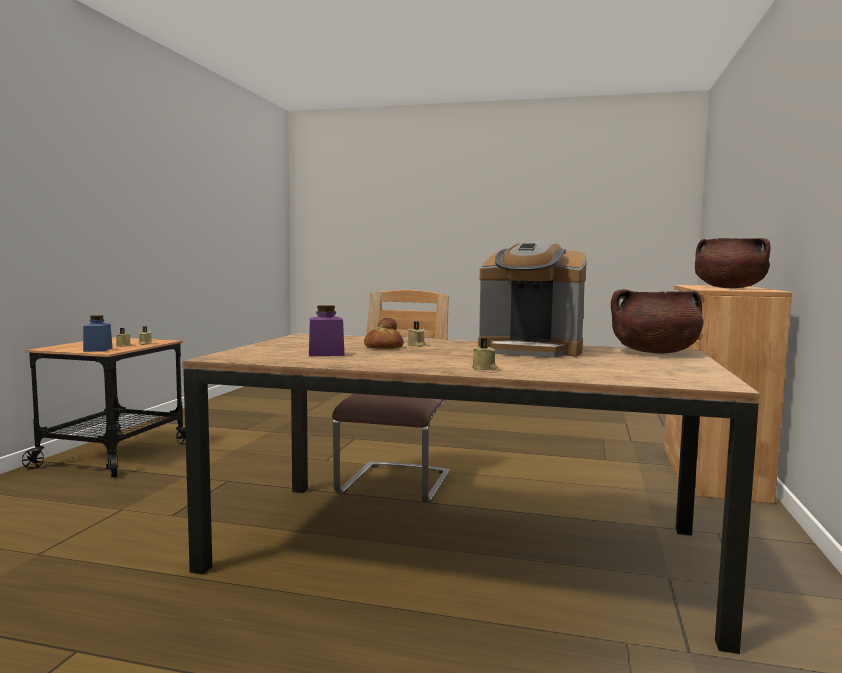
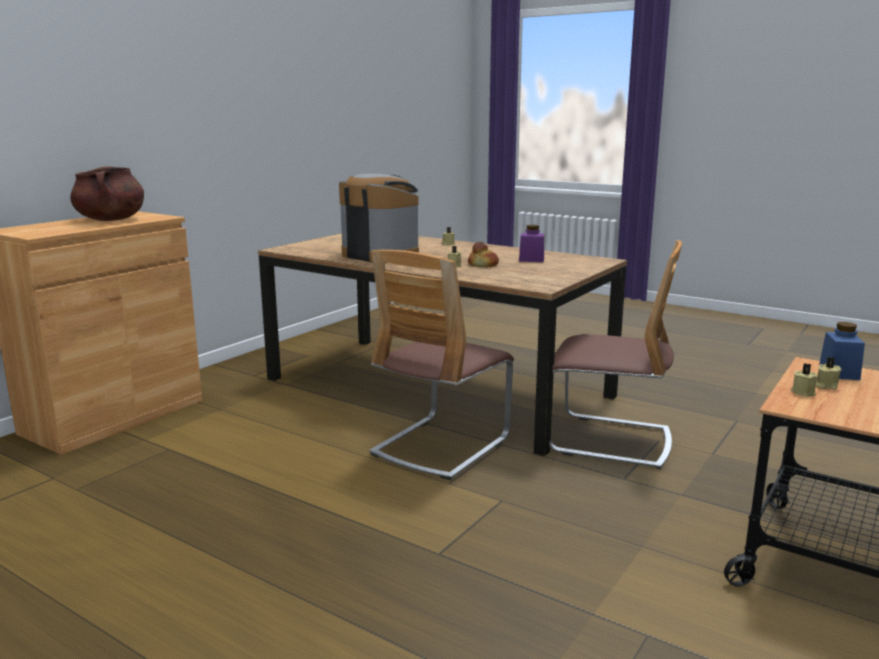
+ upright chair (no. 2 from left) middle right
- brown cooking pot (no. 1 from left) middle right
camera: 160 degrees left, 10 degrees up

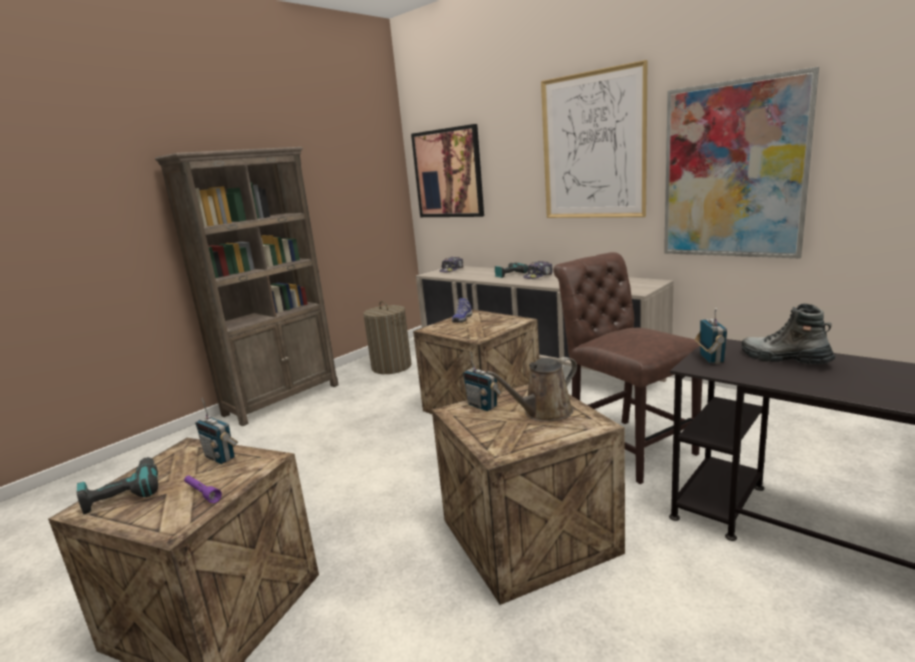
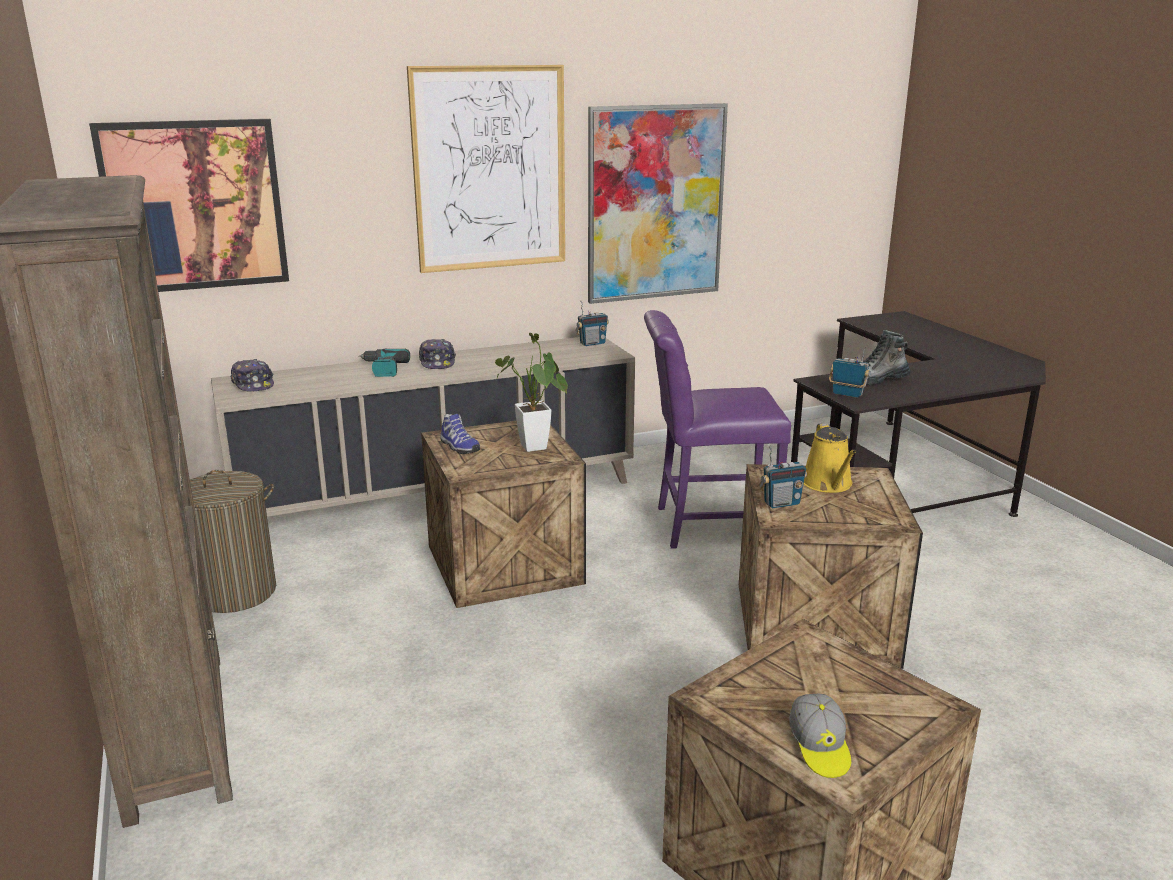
+ plant in a pot centre
~ radio (no. 1 from left) middle left to centre
~ brown upright chair middle right to purple upright chair centre
~ electric drill (no. 1 from left) bottom left to baseball cap (no. 3 from left) bottom right
~ brown watering can centre to yellow watering can middle right
- purple hand torch bottom left
camera: 65 degrees left, 5 degrees up

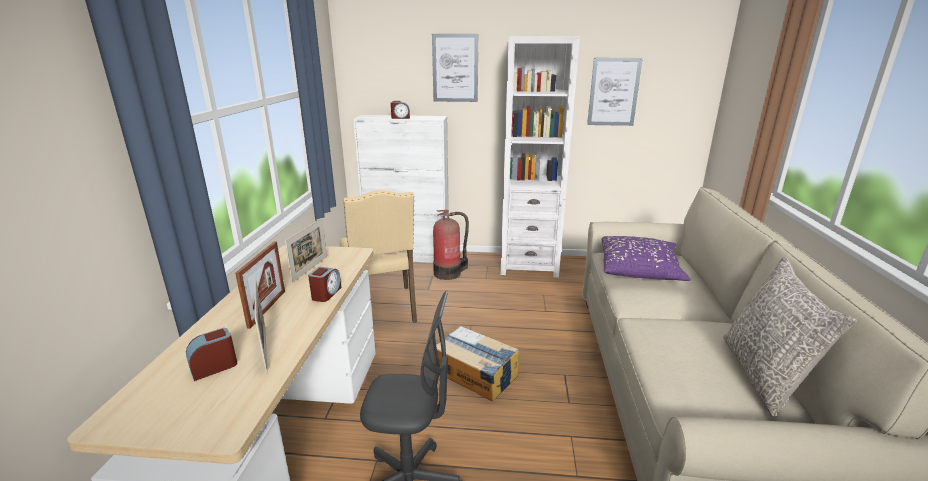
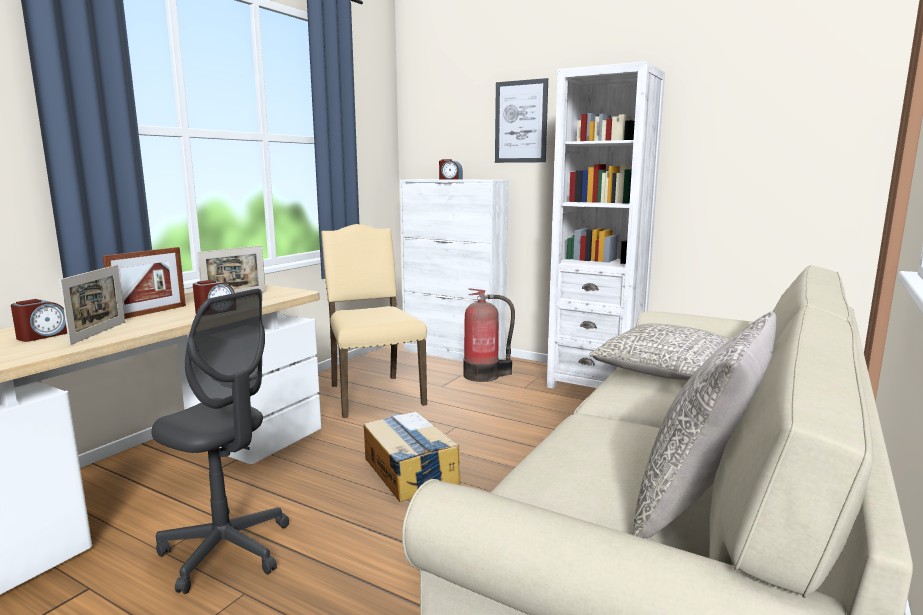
~ alarm clock (no. 1 from left) bottom left = middle left 135 degrees clockwise
~ beige-coloured upright chair centre = centre 150 degrees clockwise
~ purple throw pillow middle right to grey throw pillow (no. 1 from left) middle right
- wall art (no. 2 from left) top centre
camera: 25 degrees right, 10 degrees down

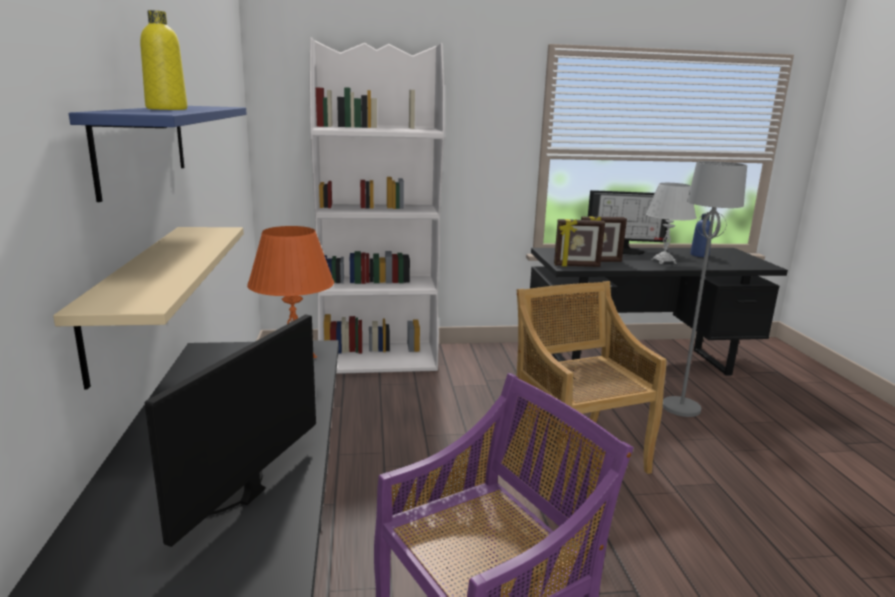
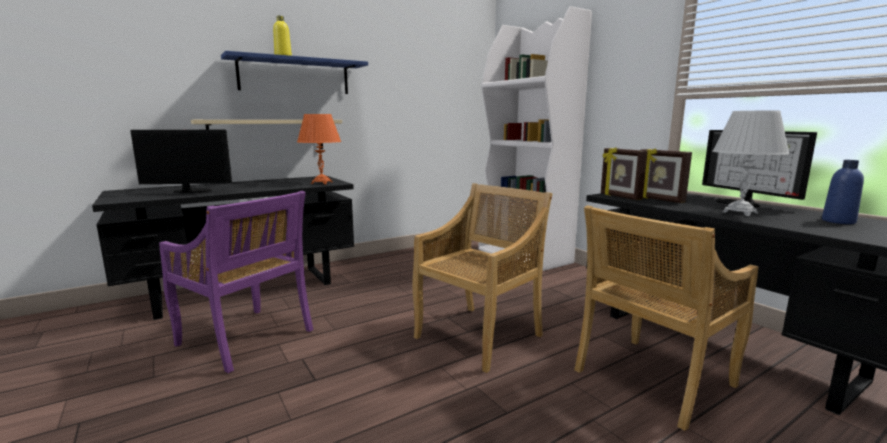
~ grey standing lamp middle right to beige-coloured upright chair (no. 2 from left) bottom right
camera: 65 degrees right, 5 degrees down

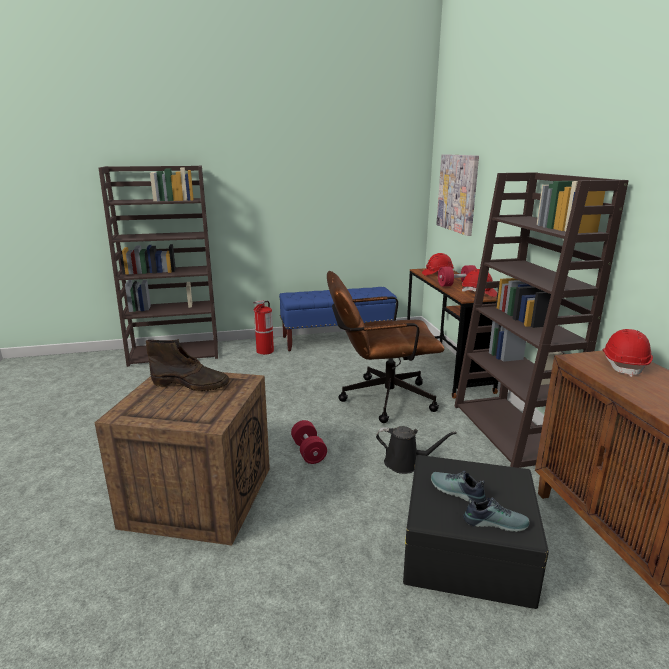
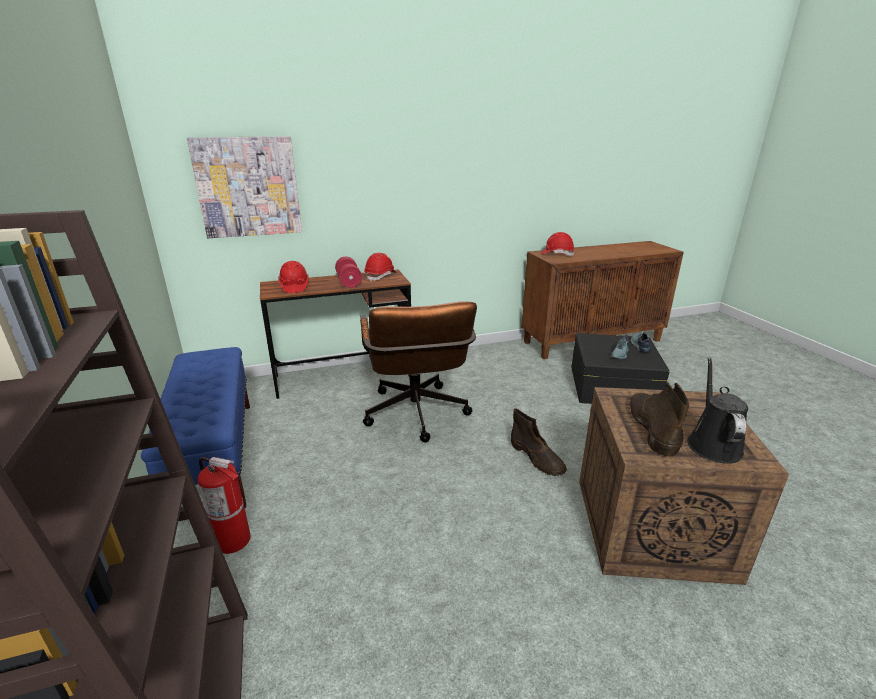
~ reddish dumbbell (no. 1 from left) centre to brown high-top boot (no. 1 from left) centre
~ blackish watering can bottom centre to middle right
- brown bookcase (no. 2 from left) middle right
camera: 95 degrees left, 5 degrees up

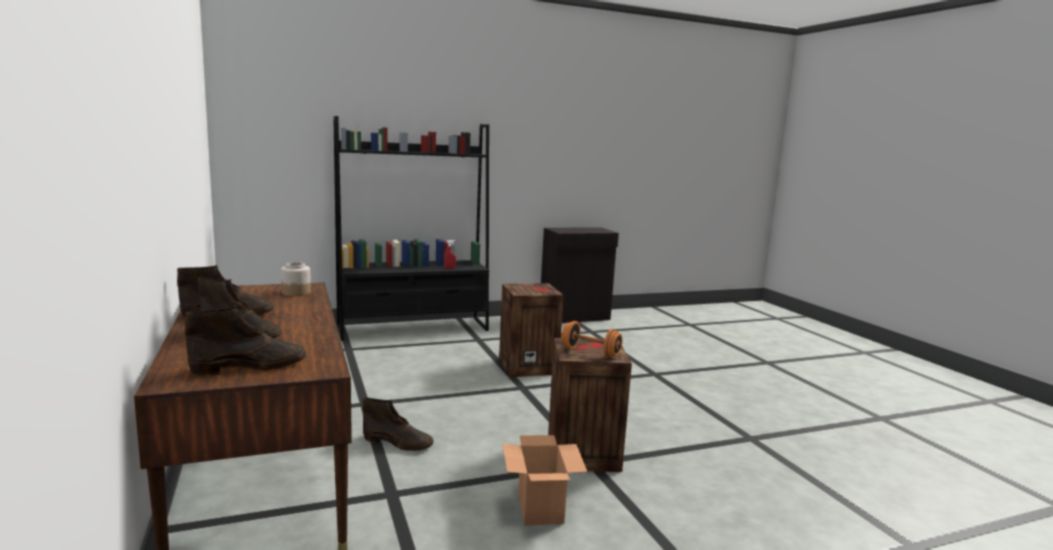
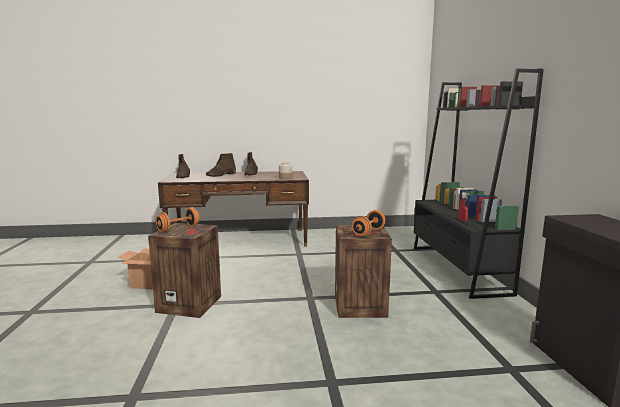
+ orangey dumbbell (no. 2 from left) centre
- brown high-top boot (no. 4 from left) bottom centre
camera: 105 degrees right, 0 degrees up

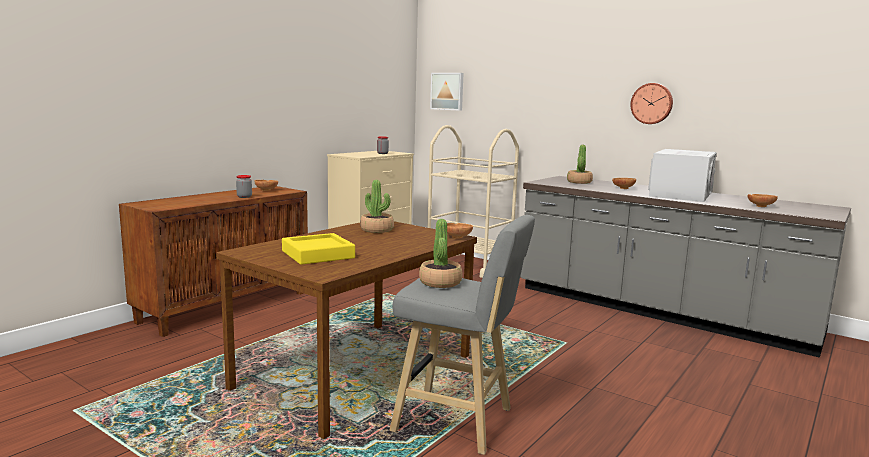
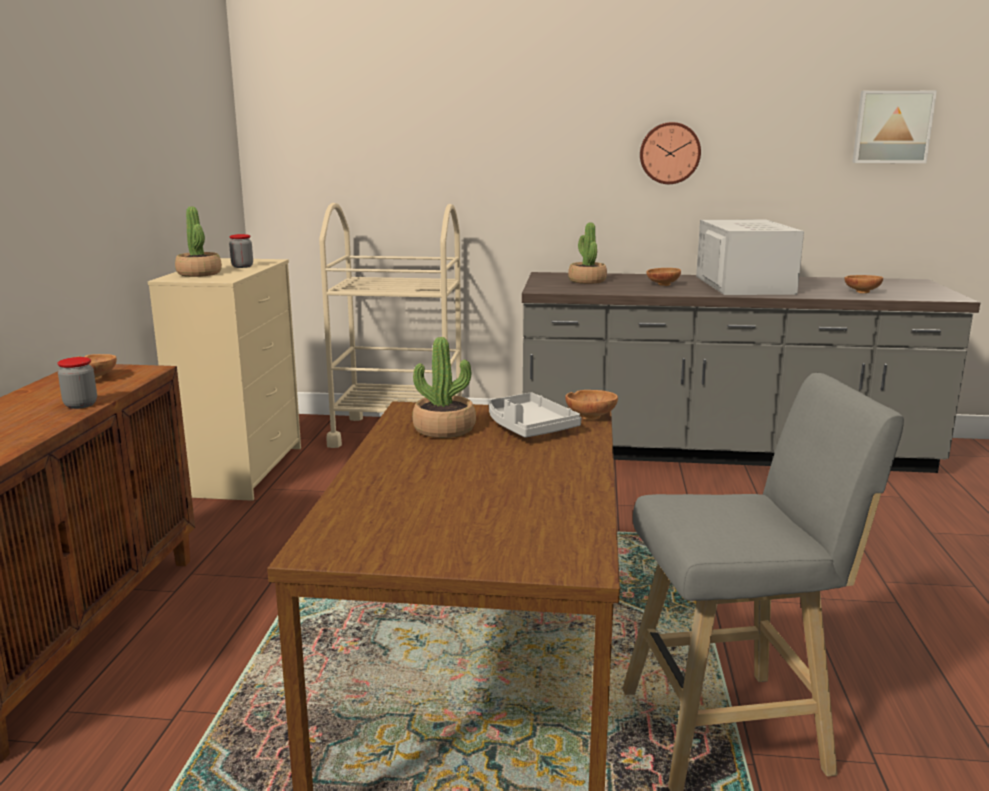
~ plant in a pot (no. 2 from left in the first image) centre to plant in a pot (no. 1 from left) top left
+ grey carrying tray centre
~ wall art top centre to top right
- yellow carrying tray centre
camera: 30 degrees left, 5 degrees up

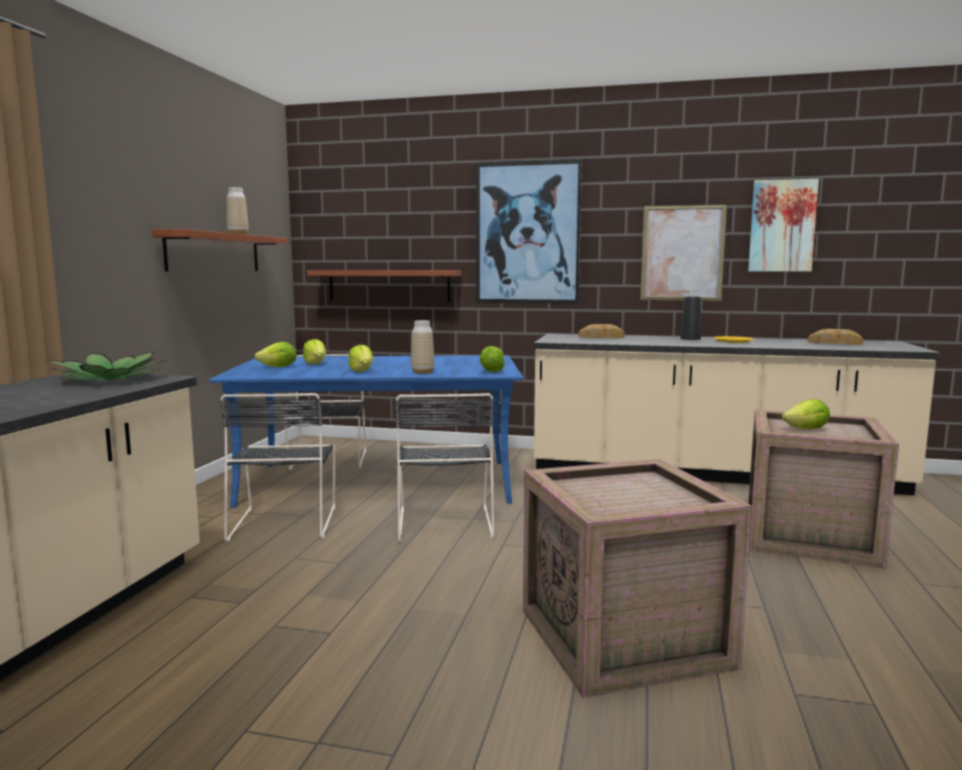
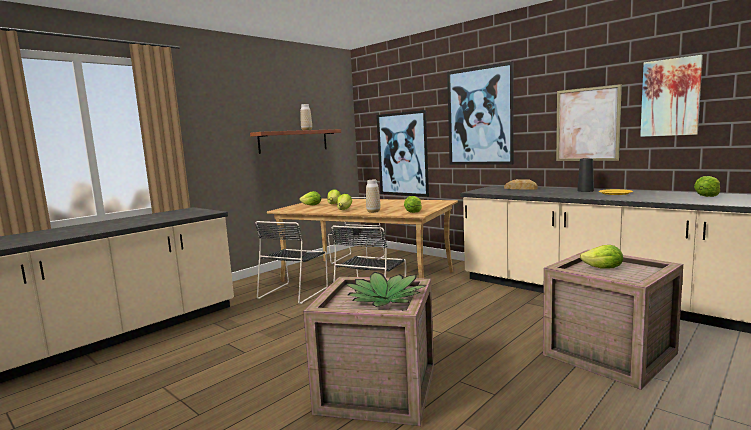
~ blue-coloured dining table centre to beige-coloured dining table centre
~ plant in a pot middle left to bottom centre
~ shelf (no. 2 from left) centre to wall art (no. 1 from left) centre
~ baked bread (no. 2 from left) middle right to lettuce head (no. 6 from left) middle right
camera: 30 degrees right, 0 degrees up

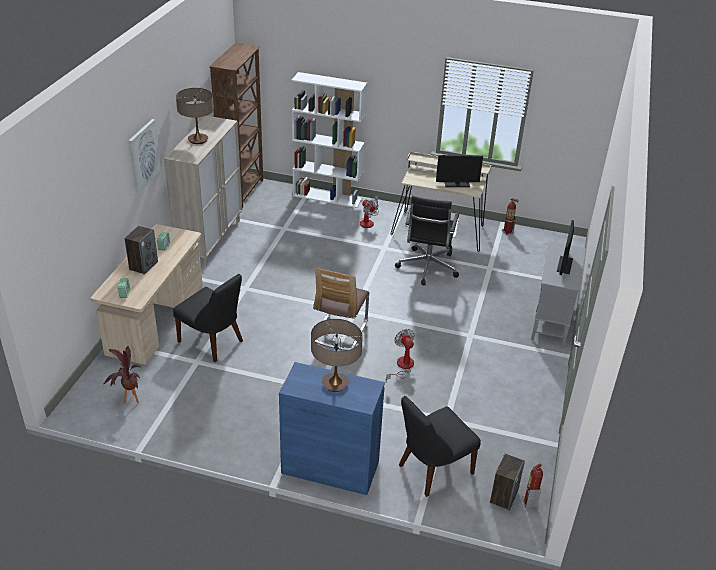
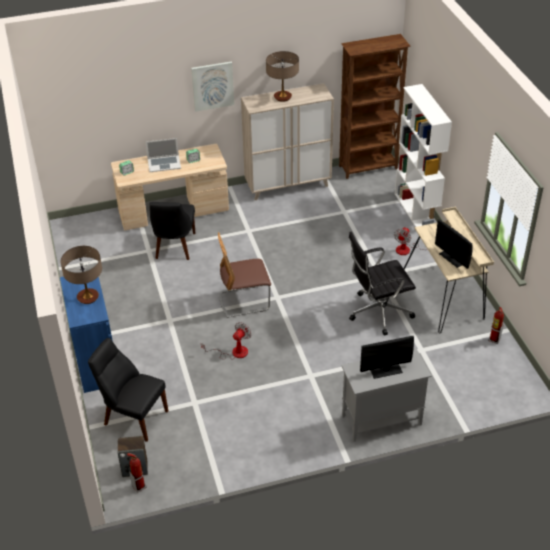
~ speaker (no. 1 from left) middle left to portable computer top left
- plant in a pot middle left
camera: 60 degrees right, 5 degrees up

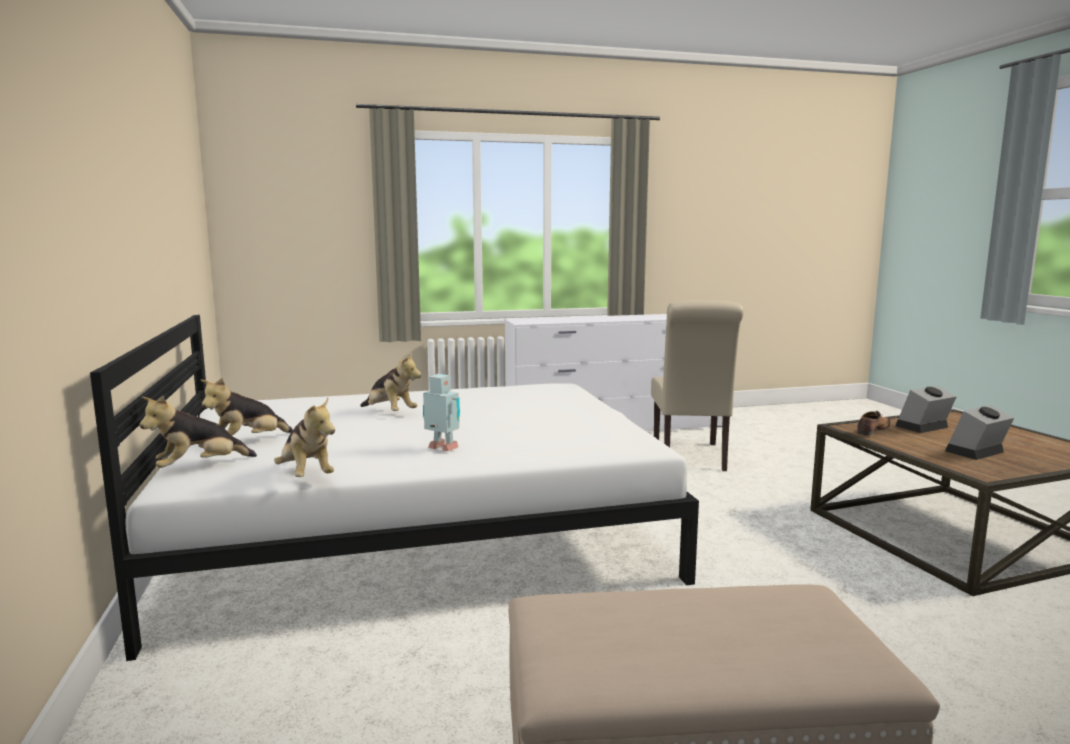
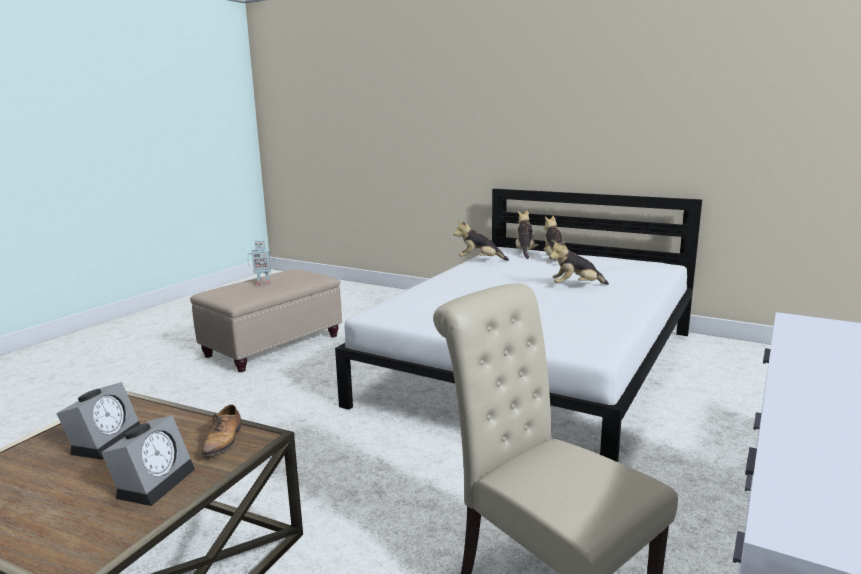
~ toy robot centre to middle left
camera: 135 degrees right, 5 degrees up

